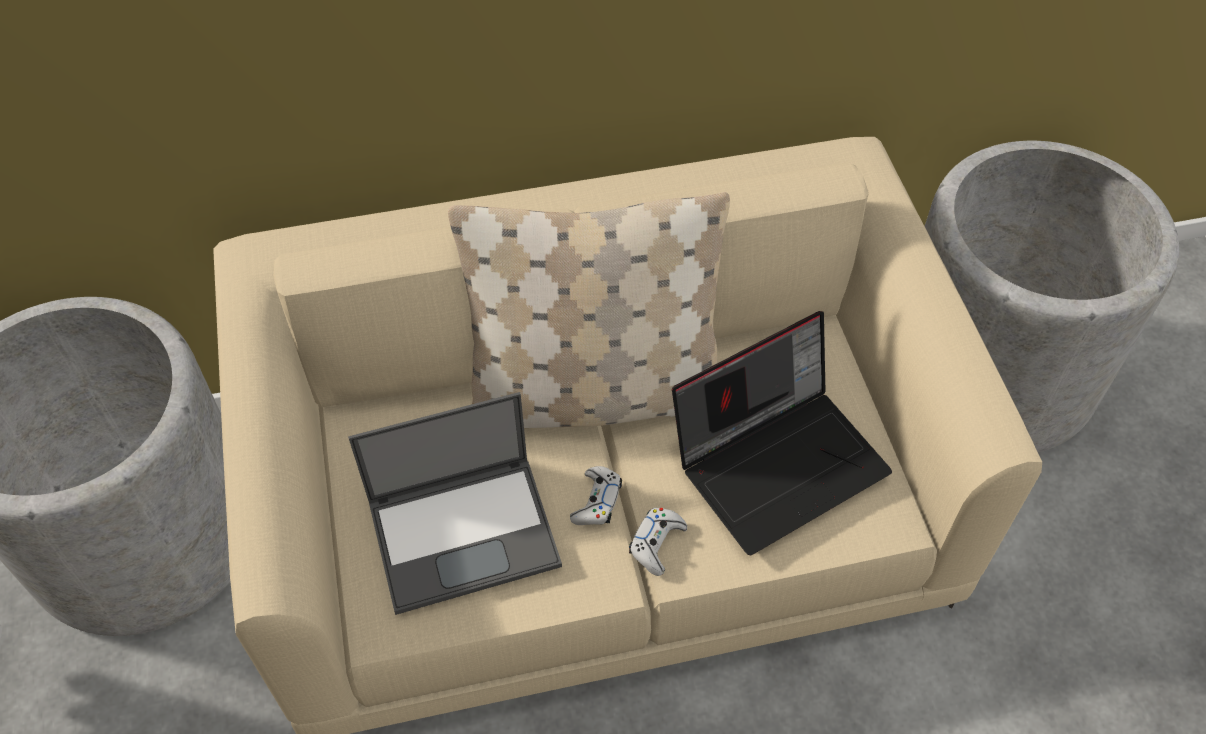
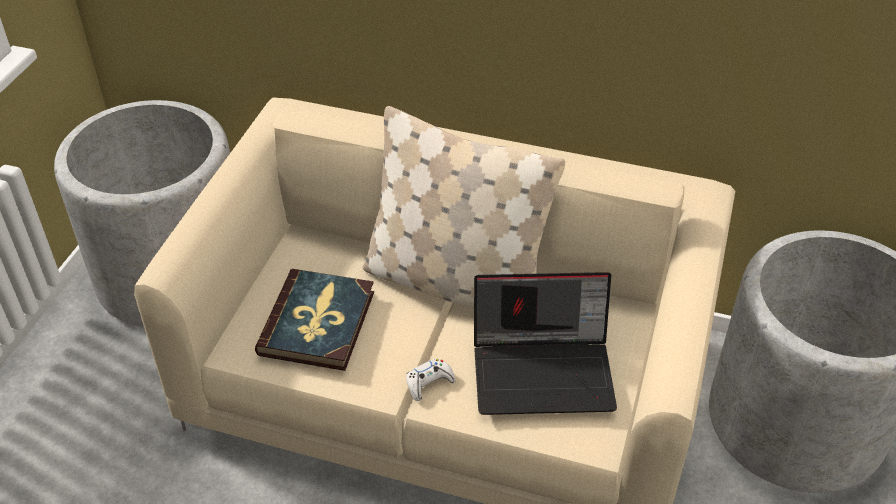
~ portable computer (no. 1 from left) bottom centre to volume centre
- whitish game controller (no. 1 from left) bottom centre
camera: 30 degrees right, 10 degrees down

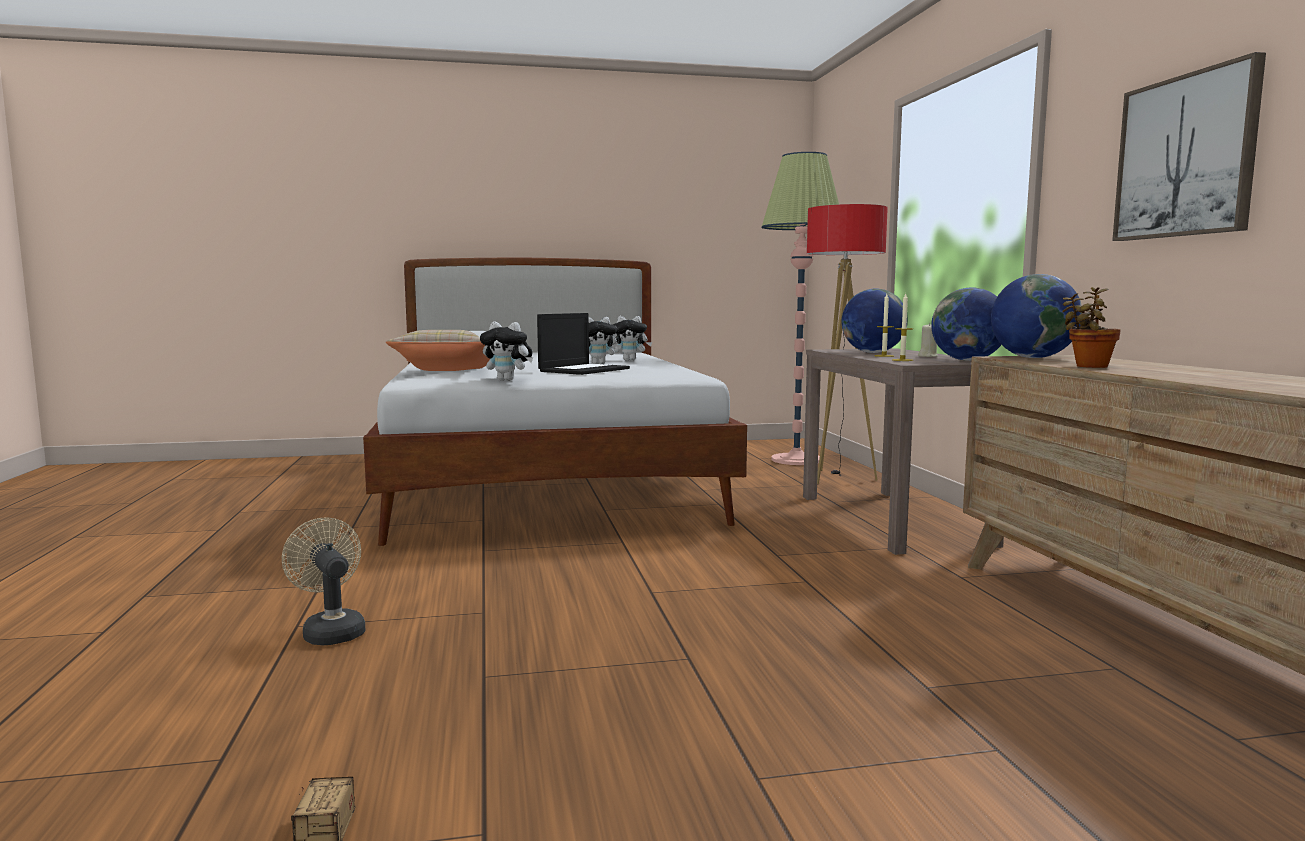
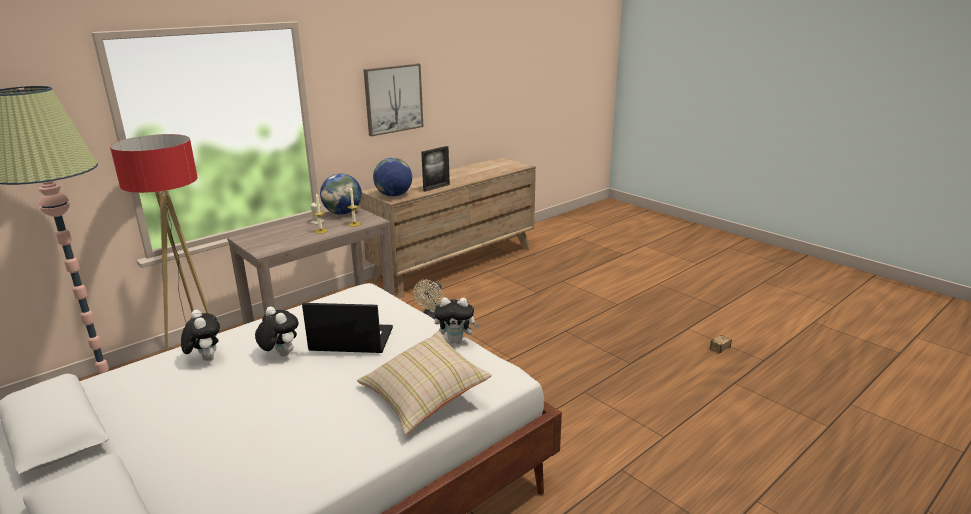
~ beige-coloured fan bottom left to centre
~ plant in a pot middle right to standing frame top centre
~ cuddly toy (no. 1 from left in the first image) centre = centre 105 degrees clockwise
- desk globe (no. 1 from left) middle right
camera: 120 degrees left, 15 degrees up

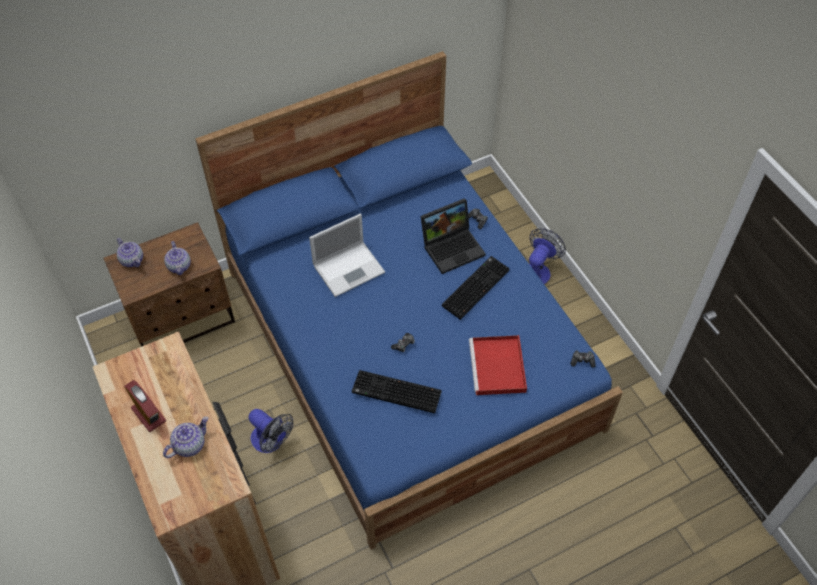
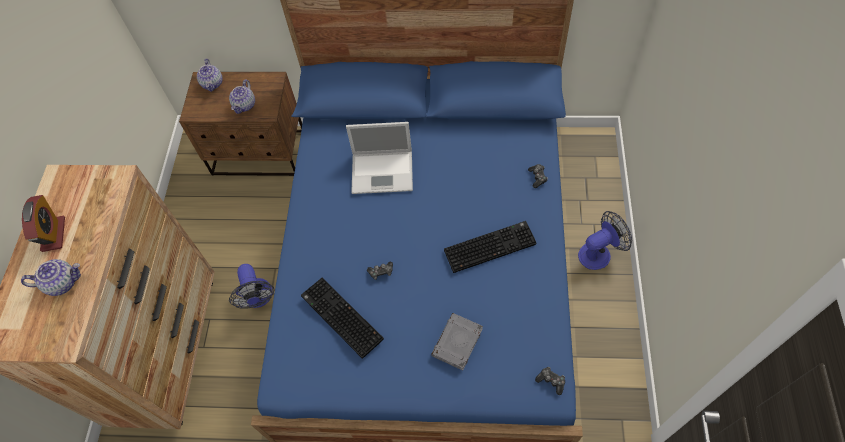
~ reddish carrying tray centre to grey volume bottom centre
- portable computer (no. 2 from left) centre
camera: 35 degrees right, 5 degrees up

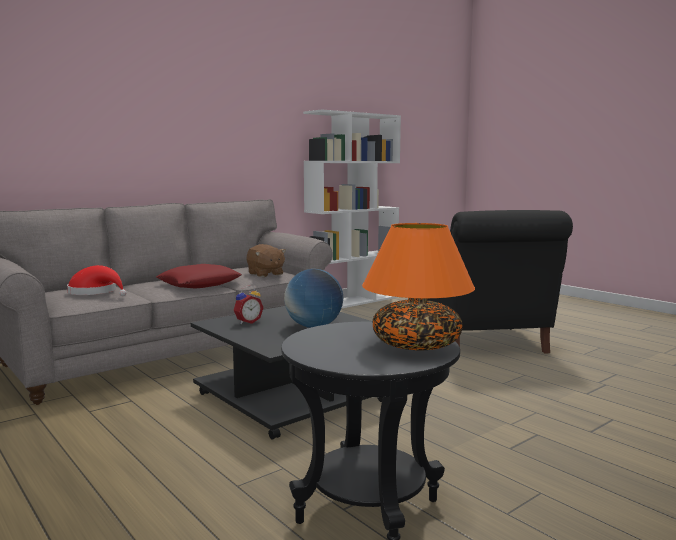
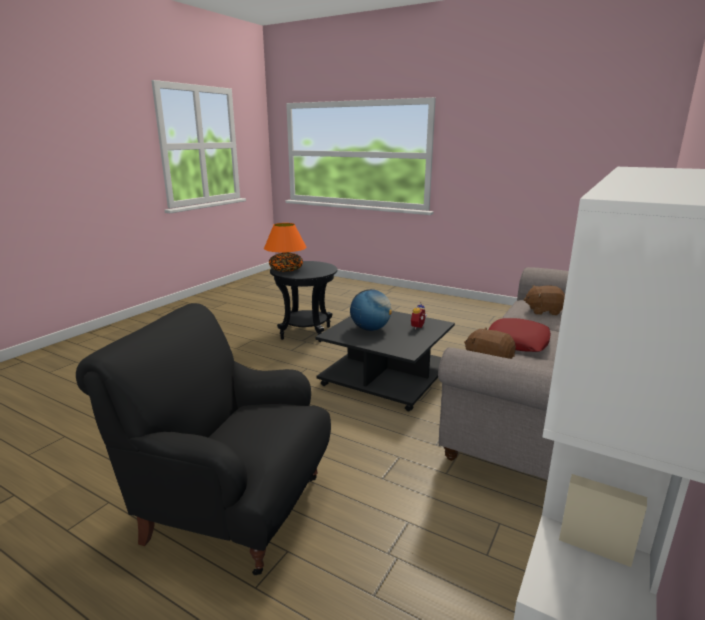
~ blackish lounge chair middle right = bottom left 45 degrees counterclockwise
~ reddish hat middle left to brown cuddly toy (no. 2 from left) middle right
camera: 160 degrees right, 10 degrees up

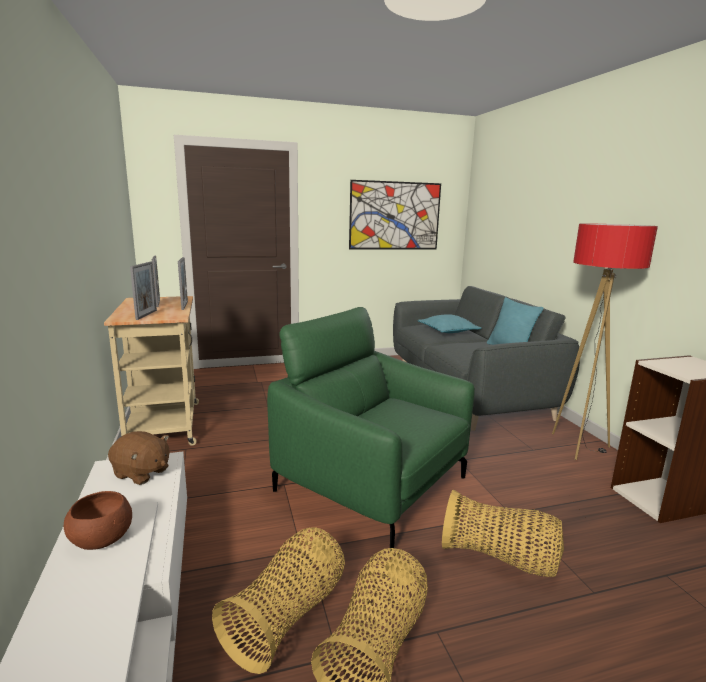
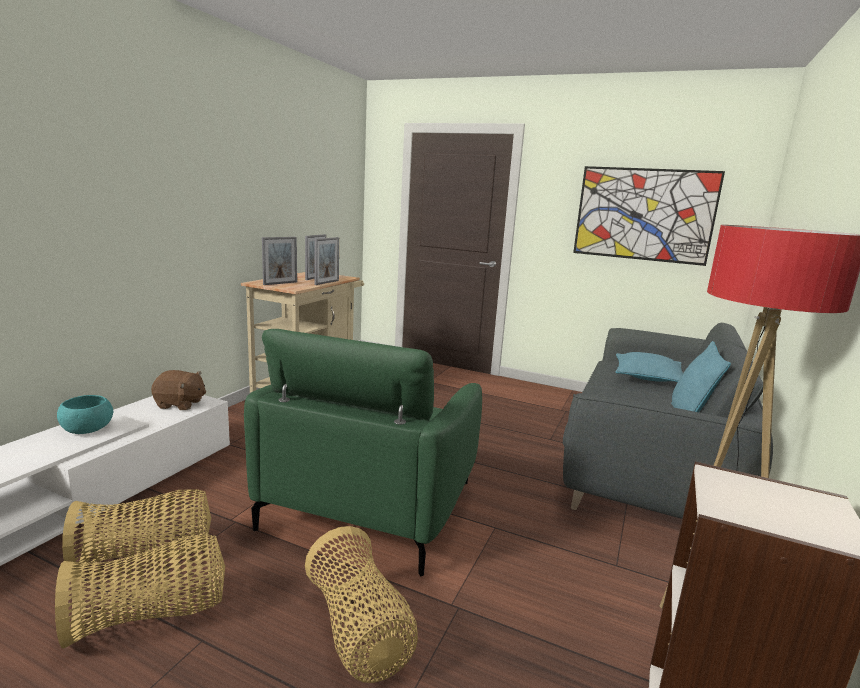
~ brown bowl bottom left to turquoise bowl middle left
~ brown cuddly toy bottom left = middle left 60 degrees counterclockwise
~ green-coloured lounge chair centre = centre 150 degrees counterclockwise
camera: 40 degrees right, 0 degrees up

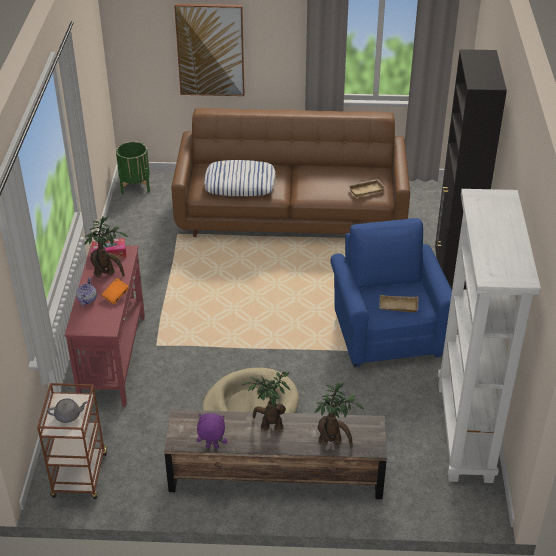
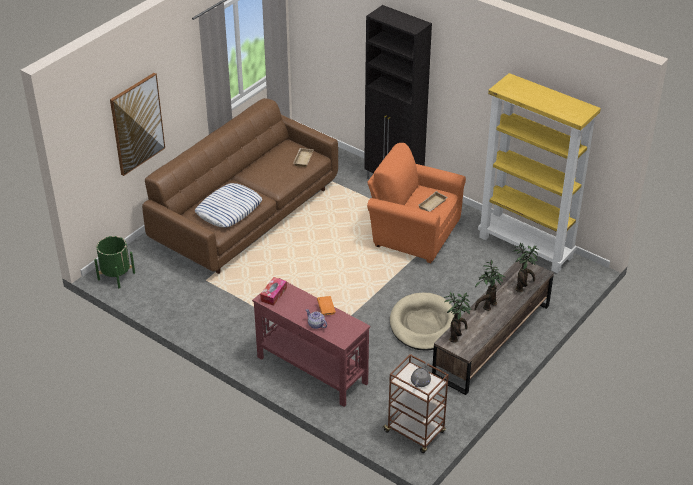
~ blue-coloured lounge chair middle right to orangey lounge chair centre
~ plant in a pot (no. 1 from left) middle left to centre
~ whitish bookcase middle right to yellow bookcase middle right
- purple cuddly toy bottom centre
camera: 55 degrees left, 0 degrees up

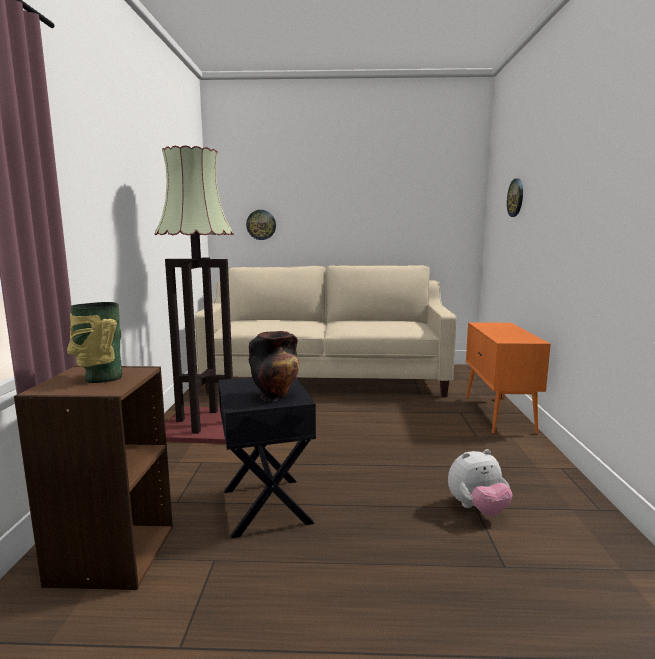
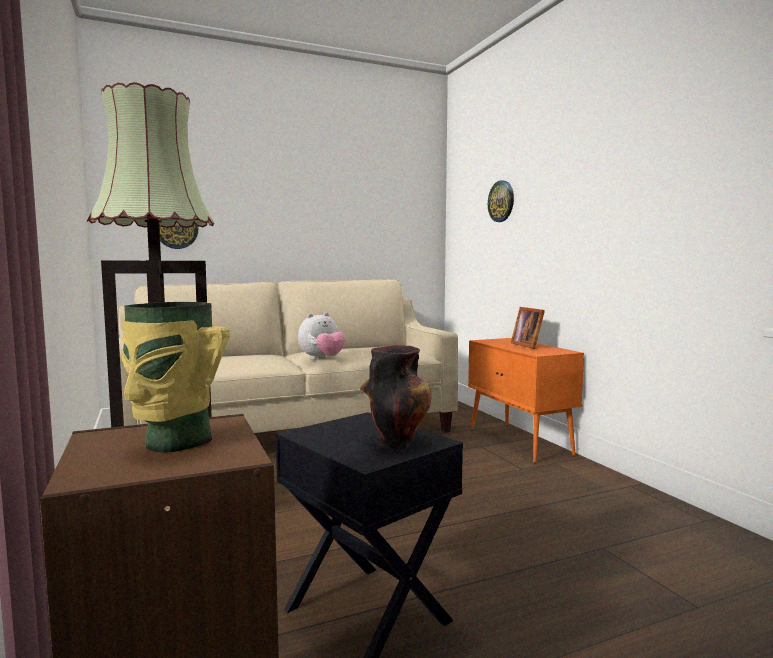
~ cuddly toy bottom right to centre
+ standing frame middle right
camera: 25 degrees left, 5 degrees down

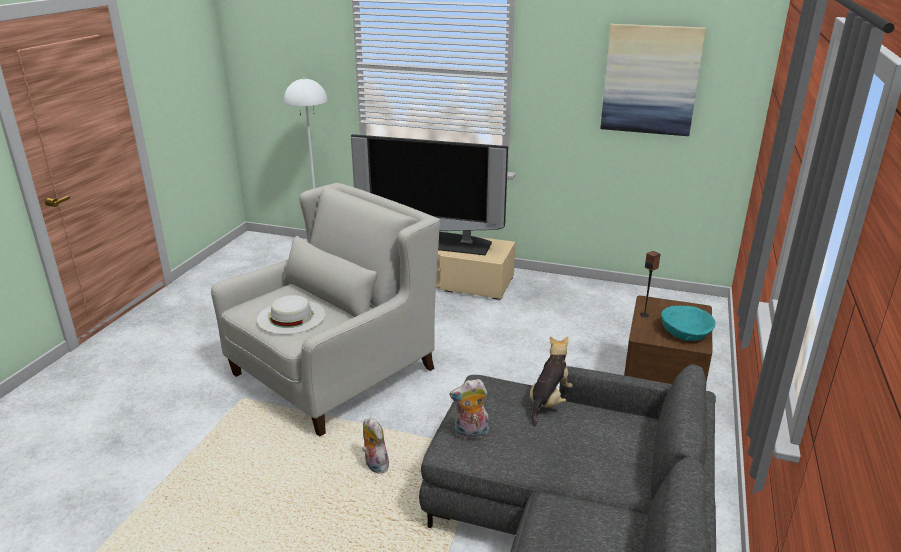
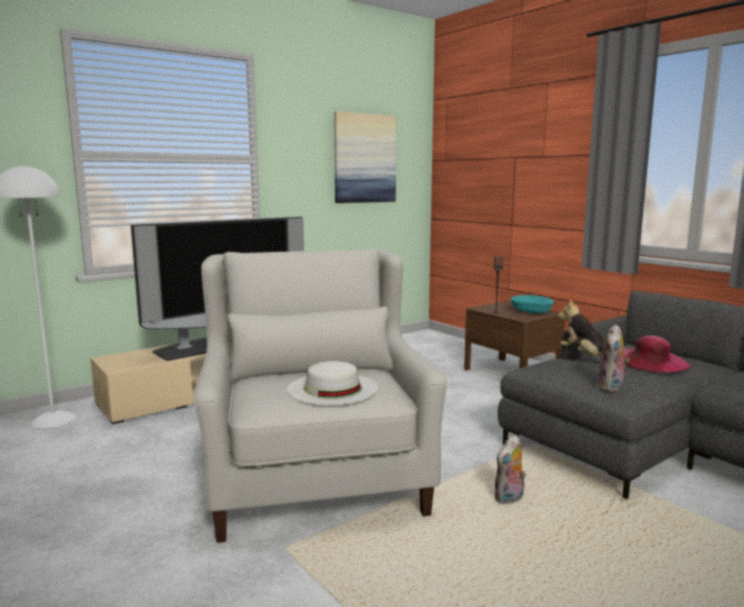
~ cuddly toy (no. 1 from left) bottom centre = bottom right 45 degrees counterclockwise
+ pink hat middle right
camera: 55 degrees left, 15 degrees down

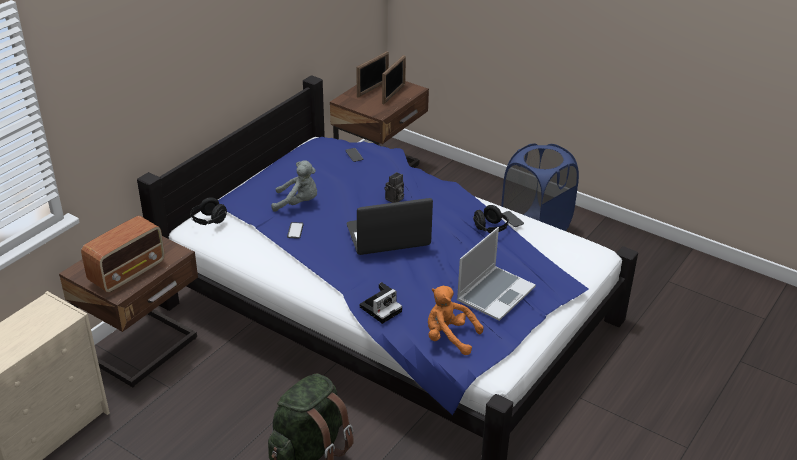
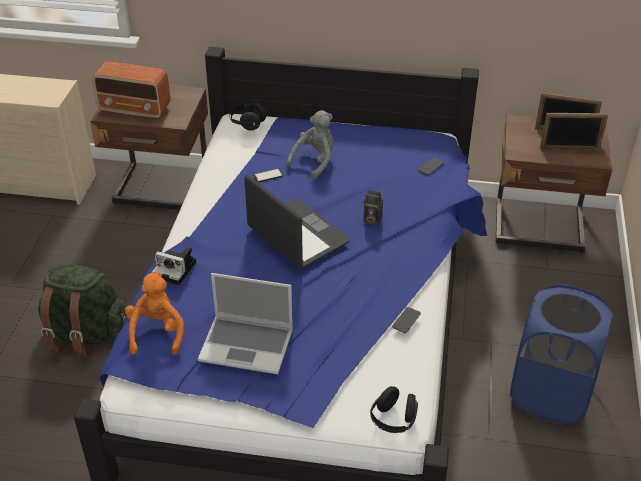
~ grey cuddly toy centre = top centre 120 degrees counterclockwise
~ blackish headphones (no. 2 from left) centre to bottom centre
camera: 65 degrees right, 5 degrees up

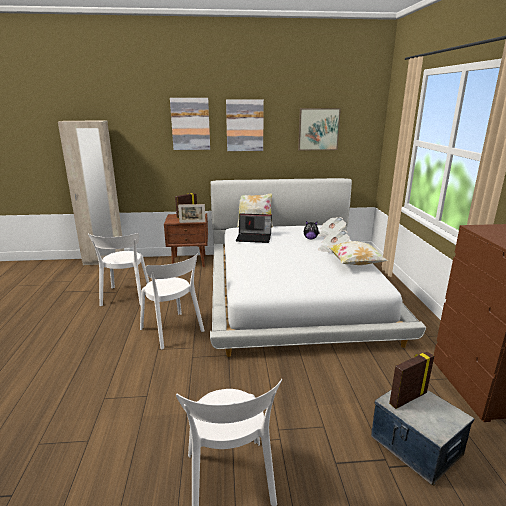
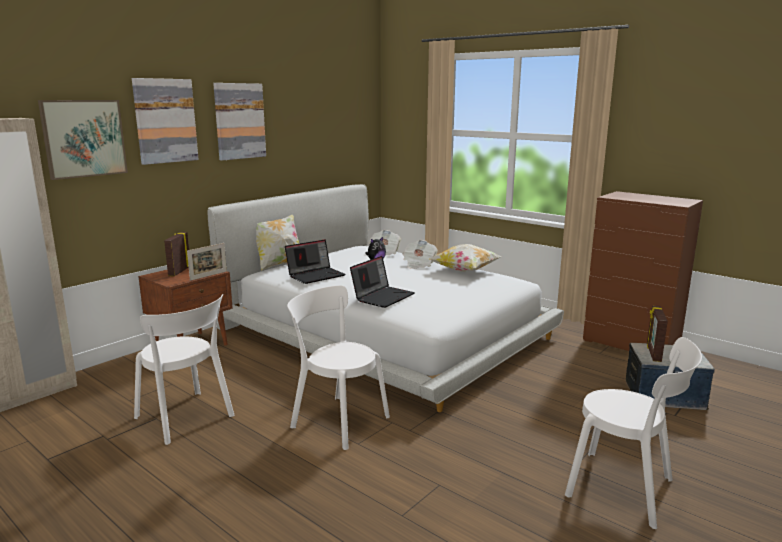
~ wall art (no. 3 from left in the first image) top centre to wall art (no. 1 from left) top left
~ whitish upright chair (no. 2 from left) centre = bottom centre 150 degrees counterclockwise
+ portable computer (no. 2 from left) centre
camera: 45 degrees left, 5 degrees down

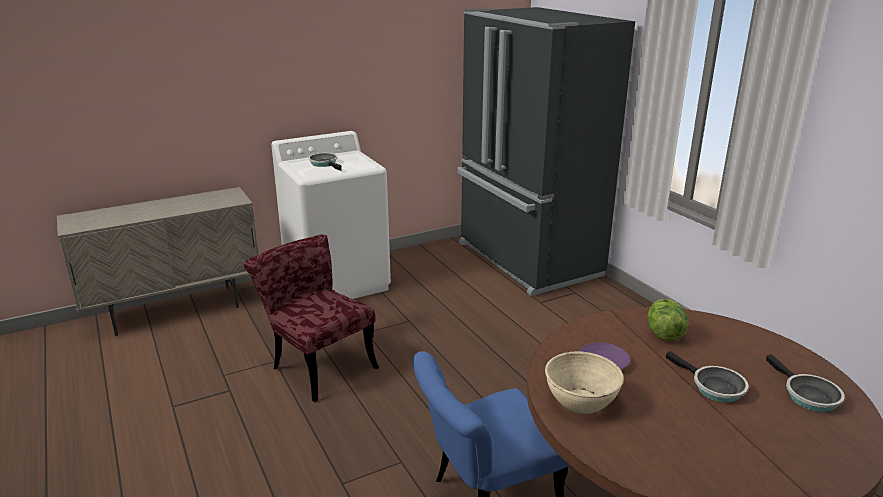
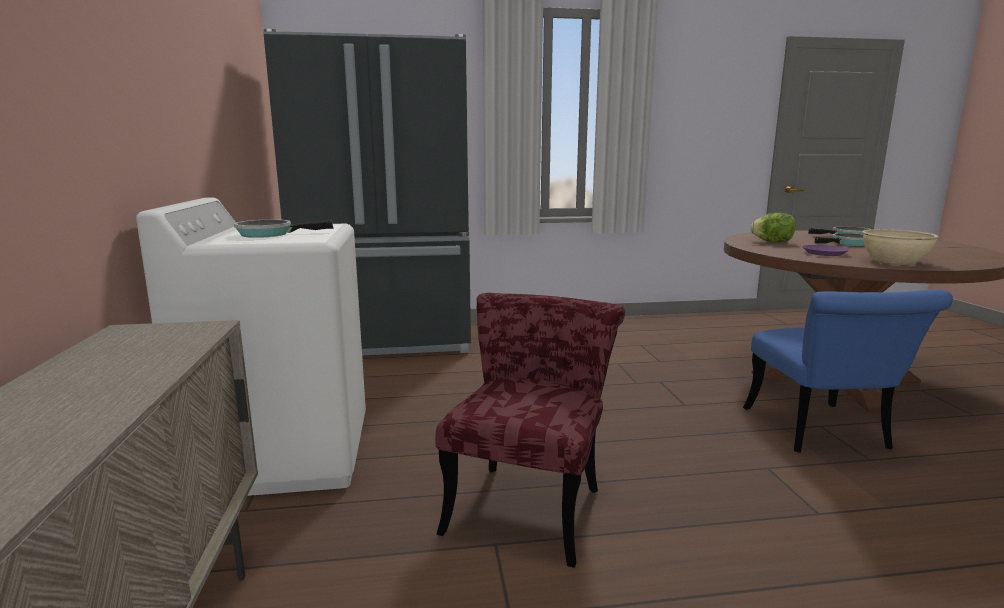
~ reddish upright chair centre = bottom centre 135 degrees clockwise
camera: 70 degrees left, 10 degrees down

